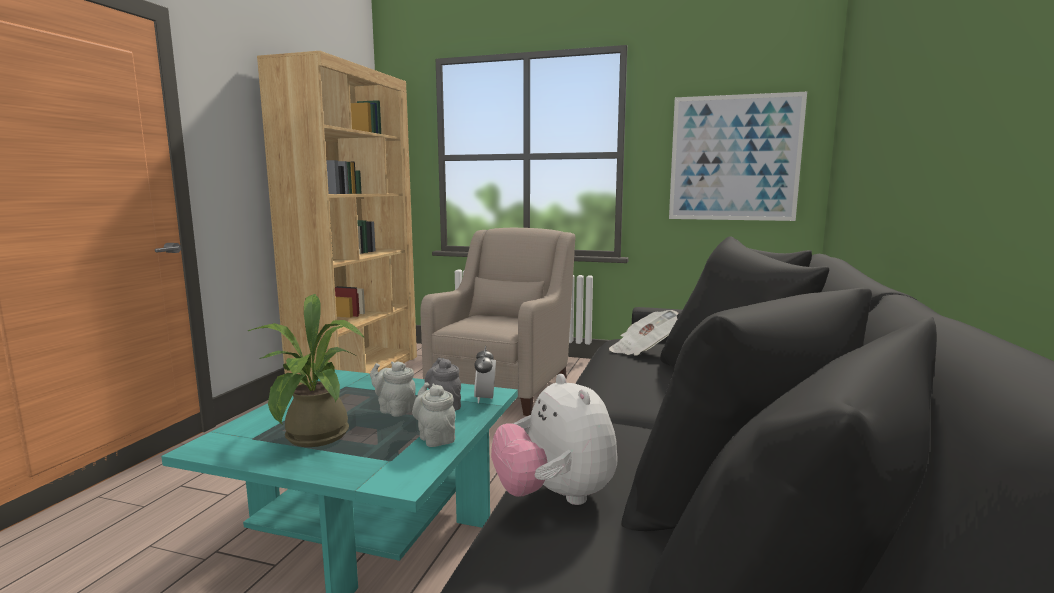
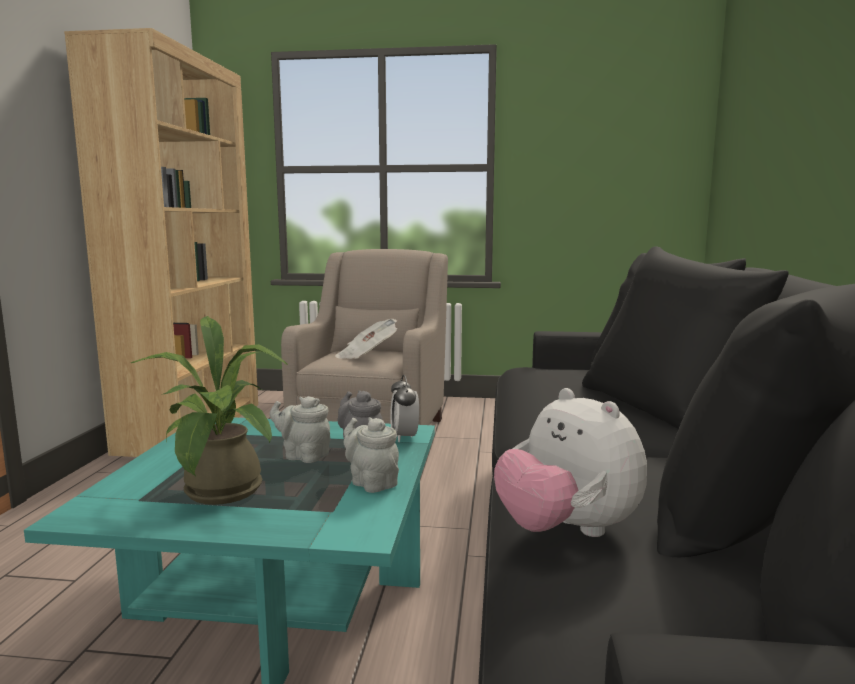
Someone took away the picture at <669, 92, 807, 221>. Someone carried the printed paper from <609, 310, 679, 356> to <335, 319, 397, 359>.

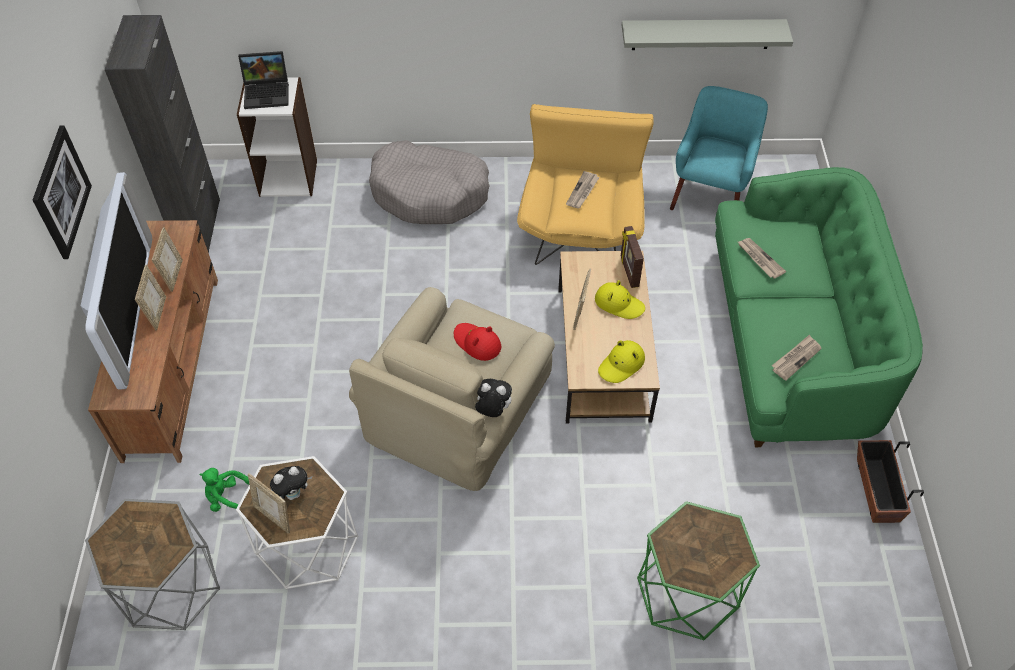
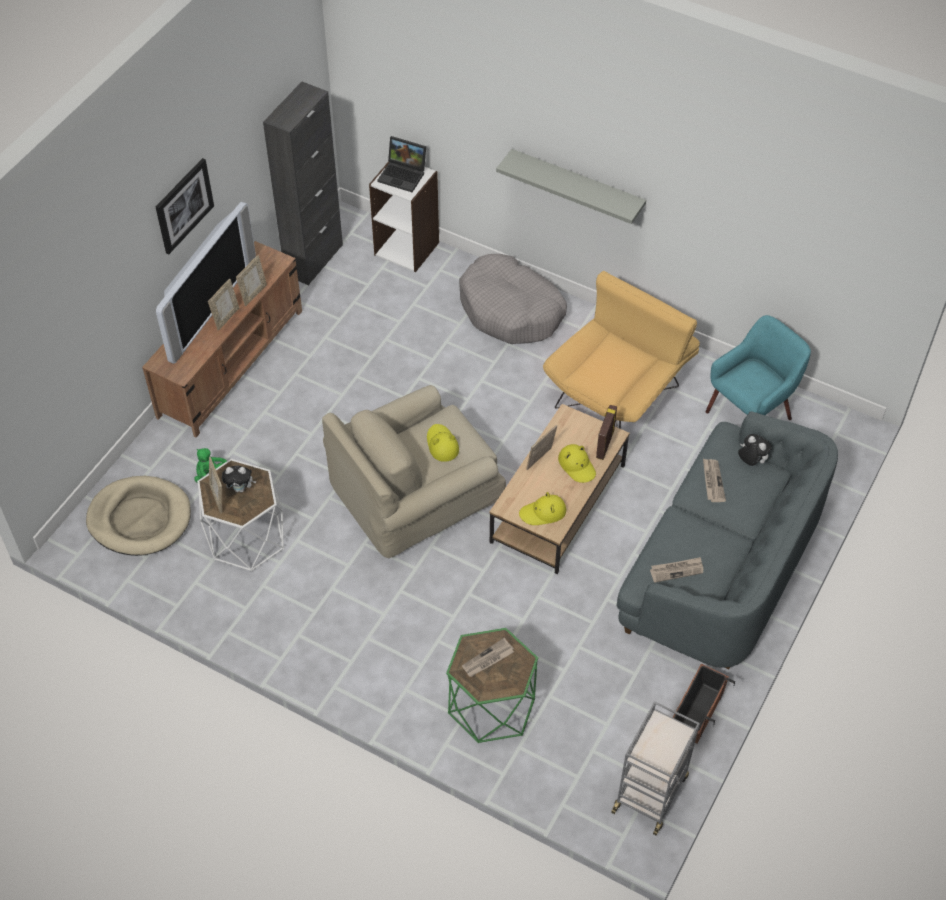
Someone put down the greyish cart at <611, 701, 700, 836>. Someone carried the plush toy from <475, 379, 512, 417> to <738, 434, 772, 466>. Someone carried the printed paper from <566, 171, 599, 209> to <462, 638, 514, 677>. Someone carried the greyish bracket shelf from <622, 19, 793, 50> to <496, 149, 646, 224>. Someone swapped the greyish end table at <85, 499, 220, 630> for the sand-coloured dog cushion at <86, 476, 191, 556>. Someone repainted the red hat at <454, 323, 501, 361>, which became the yellow hat at <427, 424, 459, 462>. Someone repainted the green couch at <715, 167, 923, 447>, which became the greyish couch at <616, 411, 838, 669>.

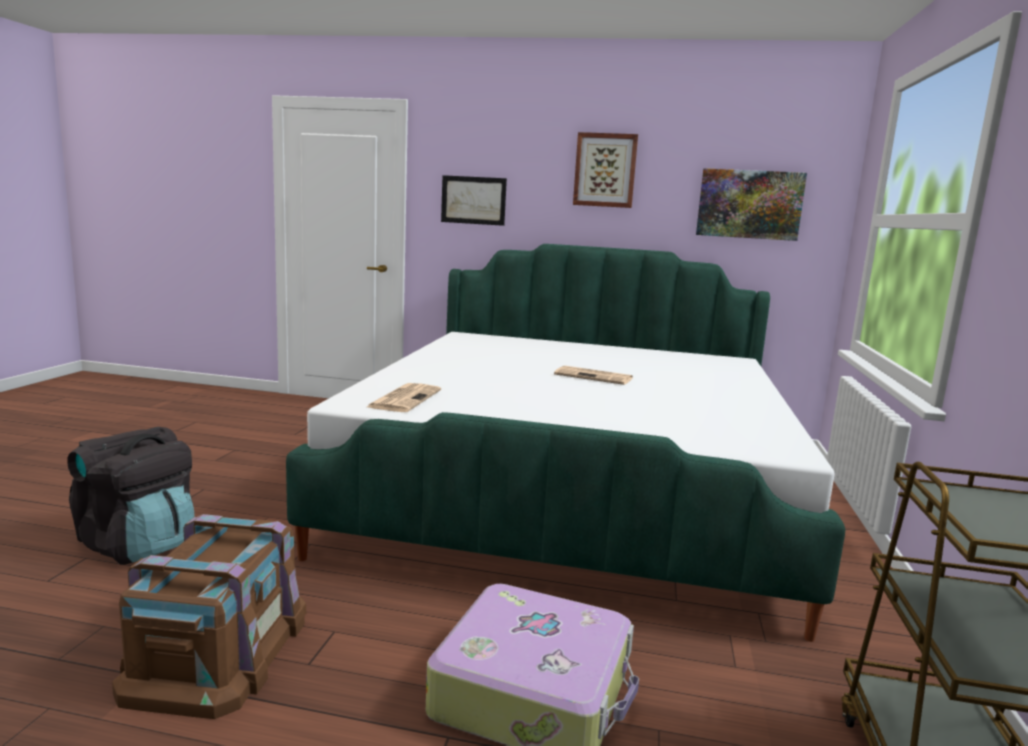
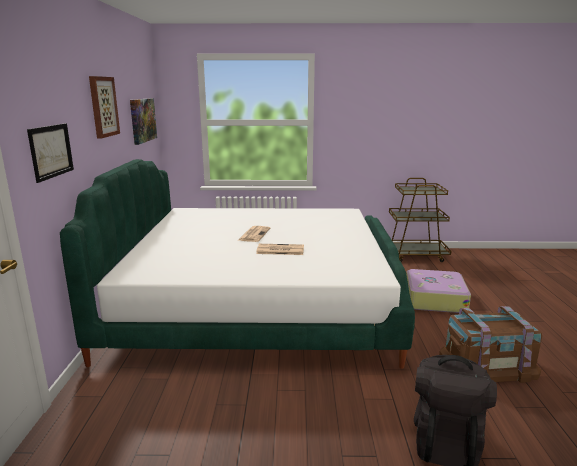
Someone carried the printed paper from <367, 383, 441, 412> to <256, 244, 304, 255>.

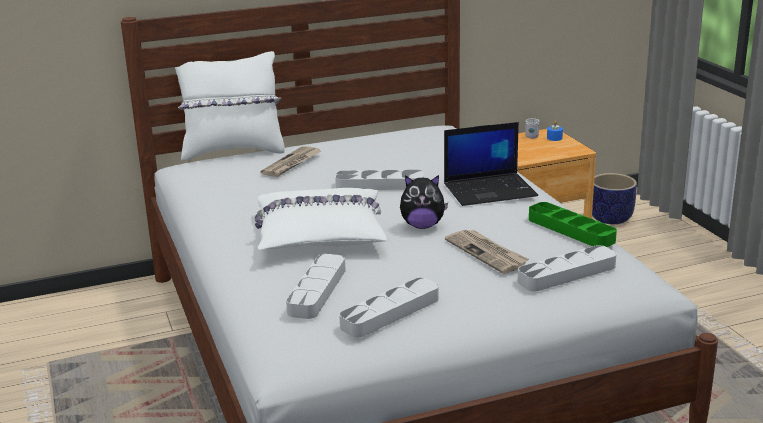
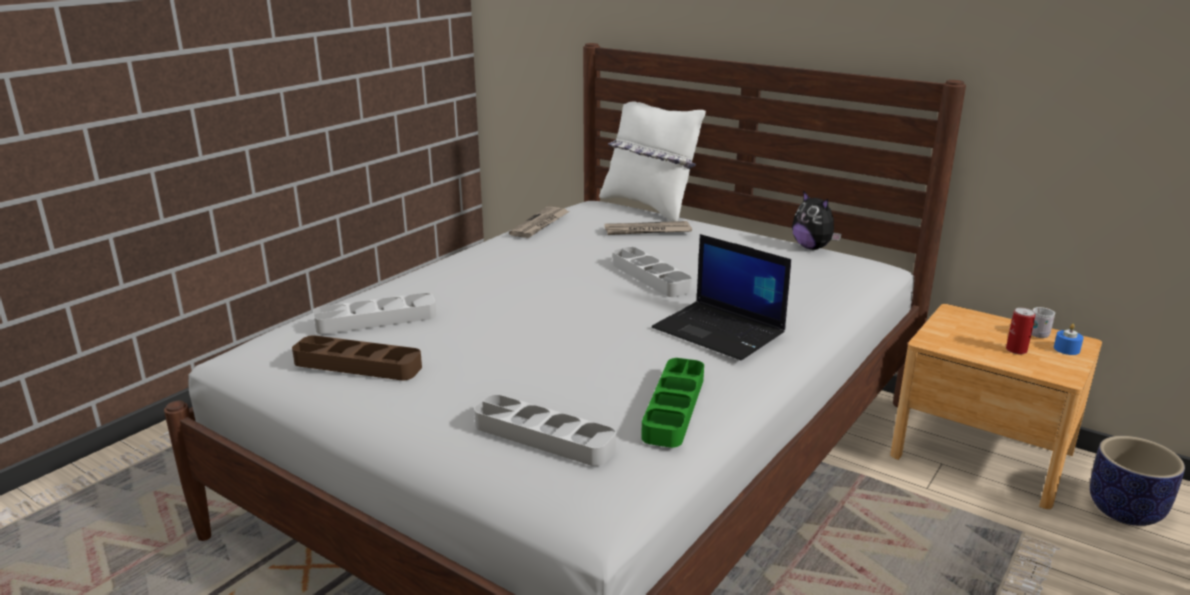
Someone took away the white throw pillow at <255, 188, 387, 250>. Someone put down the sealed can at <1006, 308, 1035, 354>. Someone carried the plush toy from <400, 175, 448, 229> to <792, 190, 842, 250>. Someone carried the printed paper from <445, 230, 529, 274> to <509, 207, 570, 238>. Someone repainted the greyish tray at <339, 278, 438, 338>, which became the brownish tray at <292, 335, 422, 381>.

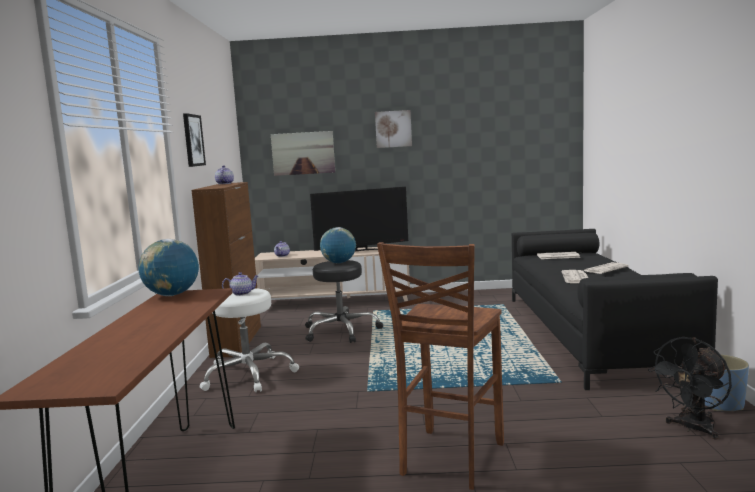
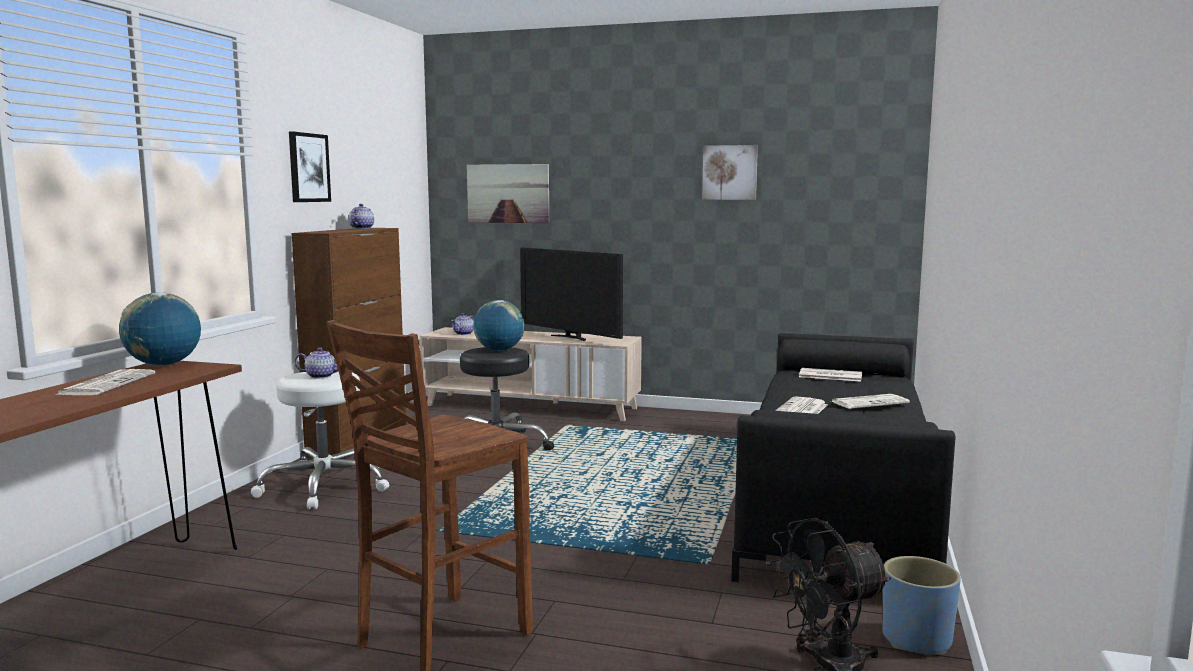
Someone put down the printed paper at <55, 369, 155, 395>. Someone carried the picture from <375, 110, 412, 148> to <702, 145, 758, 200>. Someone rotated the TV at <310, 187, 408, 252> by 45 degrees clockwise.

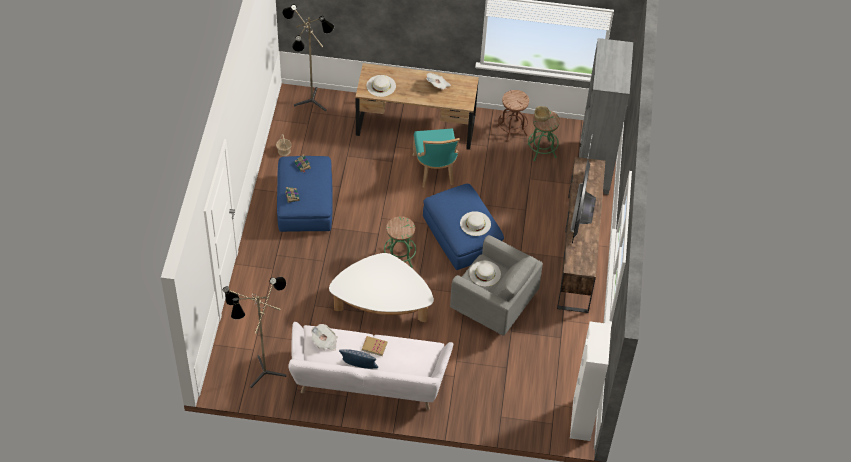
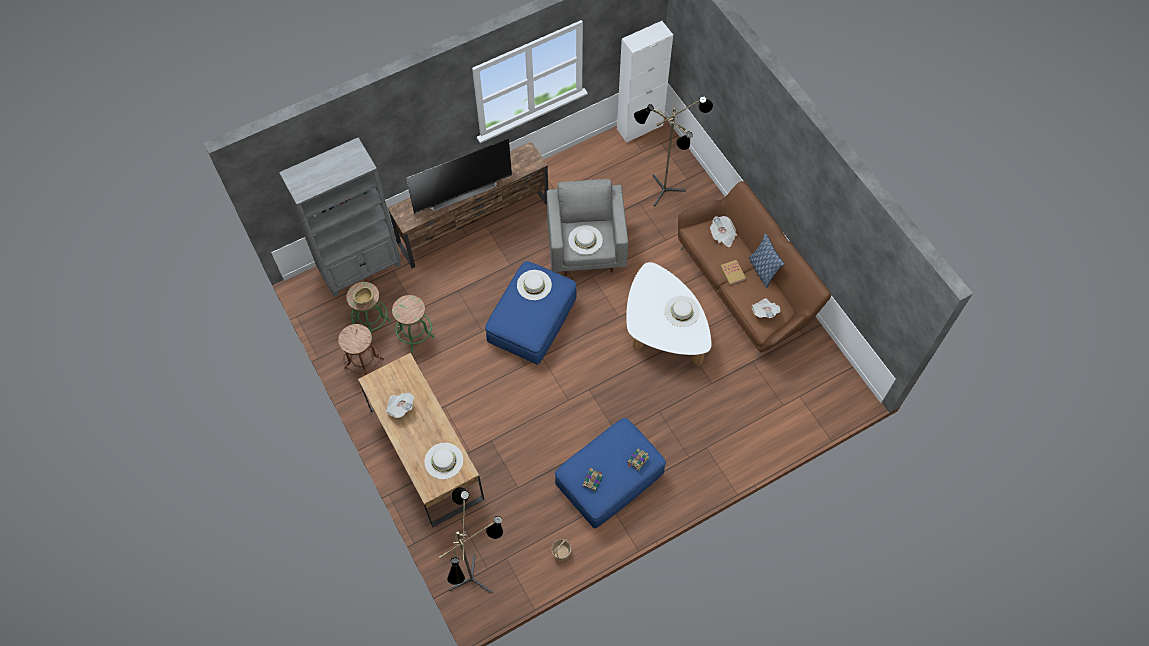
Someone took away the turquoise-coloured chair at <412, 129, 460, 187>. Someone put down the white hat at <664, 296, 700, 327>. Someone put down the printed paper at <710, 216, 737, 247>. Someone carried the standard lamp from <223, 277, 287, 388> to <634, 96, 713, 206>. Someone carried the green stool seat from <384, 216, 416, 268> to <392, 295, 435, 353>. Someone repainted the white couch at <288, 322, 453, 410>, which became the brownish couch at <678, 181, 831, 357>.

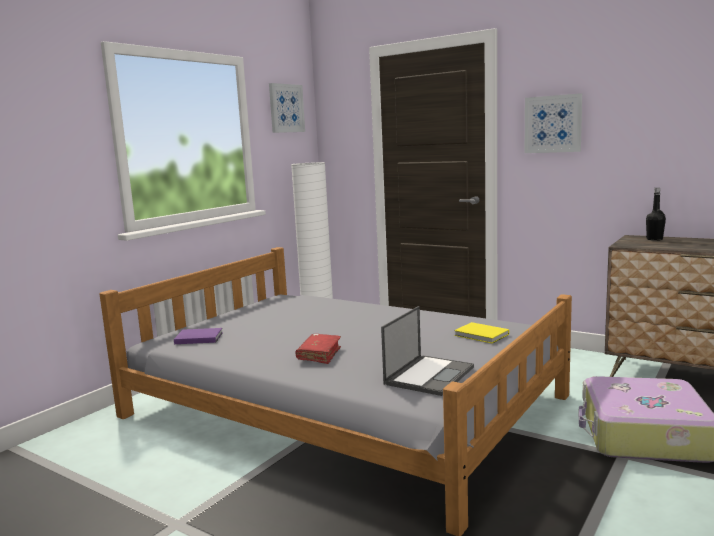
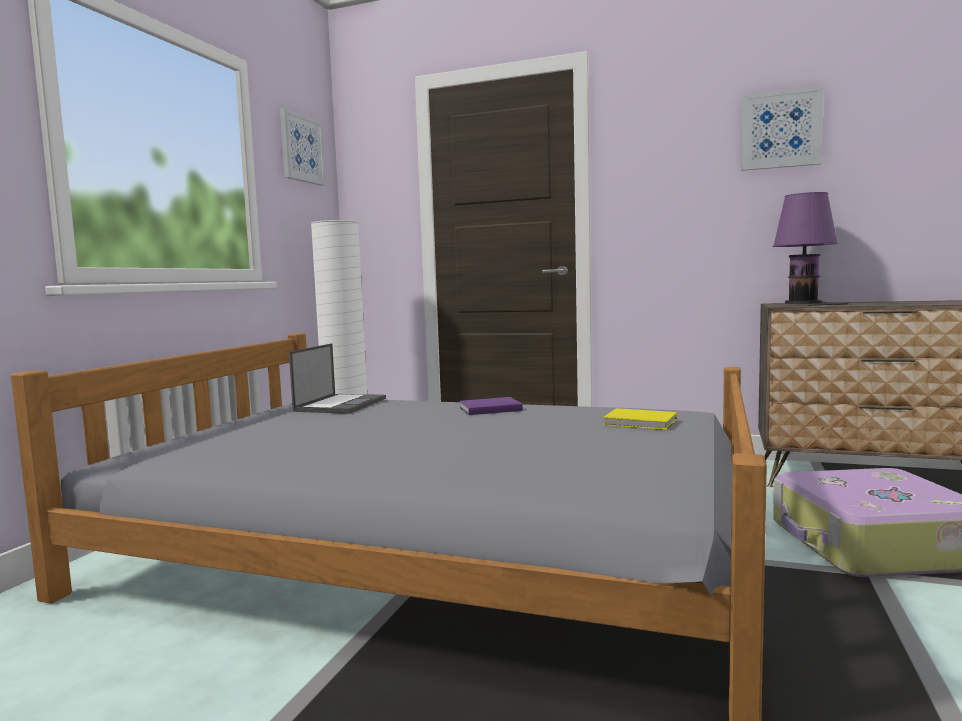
Someone took away the red bound book at <295, 334, 341, 364>. Someone carried the purple bound book from <174, 328, 223, 344> to <459, 397, 523, 415>. Someone carried the notebook computer from <381, 306, 474, 396> to <289, 343, 386, 414>. Someone carried the picture from <525, 93, 582, 153> to <741, 85, 824, 171>. Someone swapped the black bottle at <646, 188, 666, 241> for the purple tabletop lamp at <773, 192, 849, 306>.

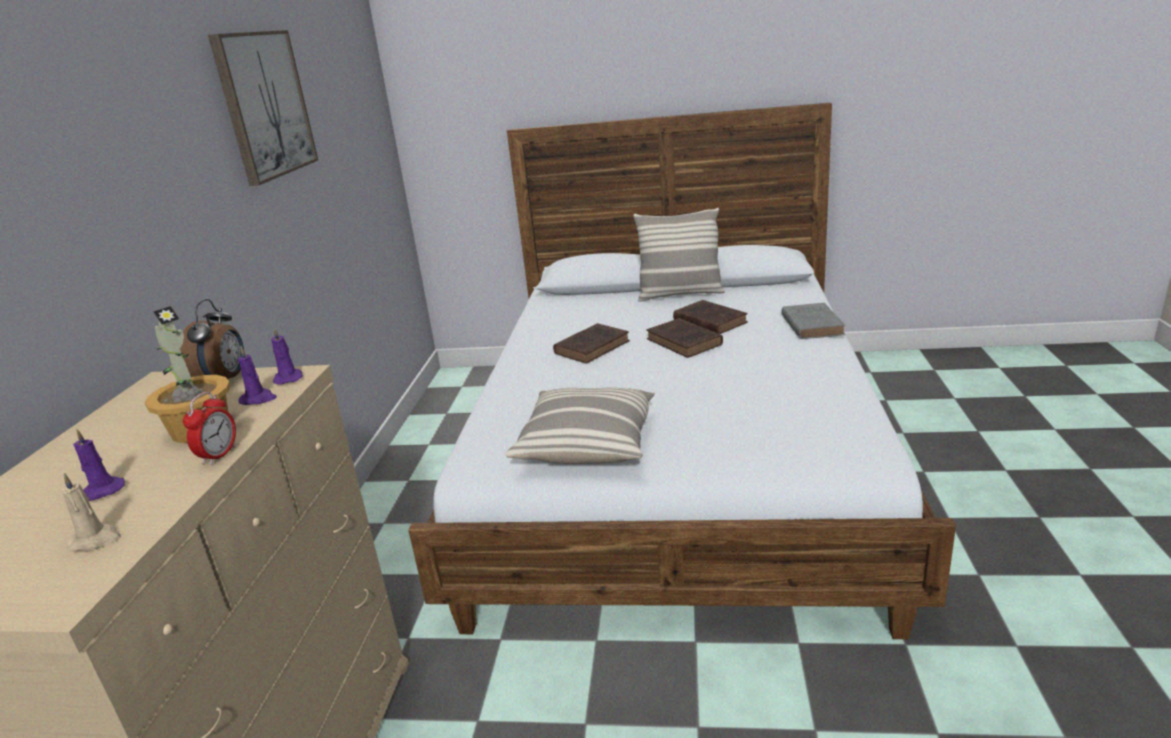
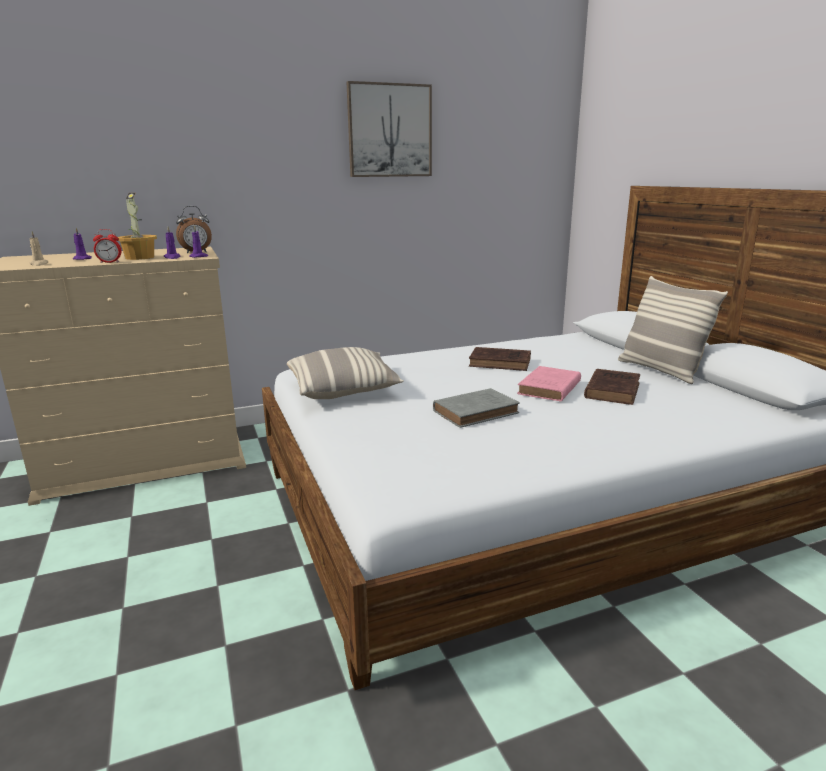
Someone carried the greyish bound book from <782, 303, 846, 339> to <433, 388, 520, 428>. Someone repainted the brownish bound book at <646, 318, 723, 358>, which became the pink bound book at <517, 366, 581, 402>.

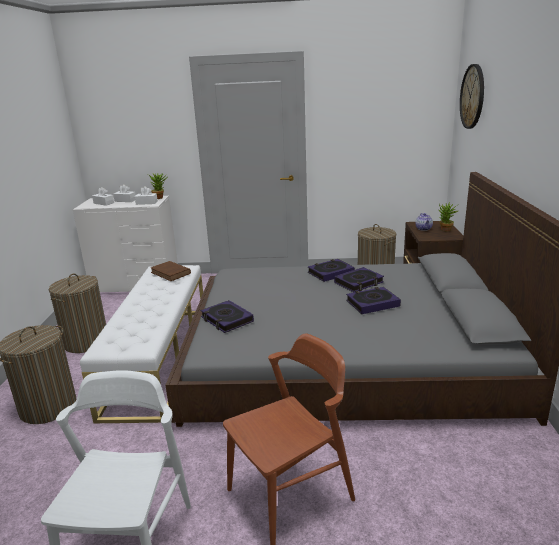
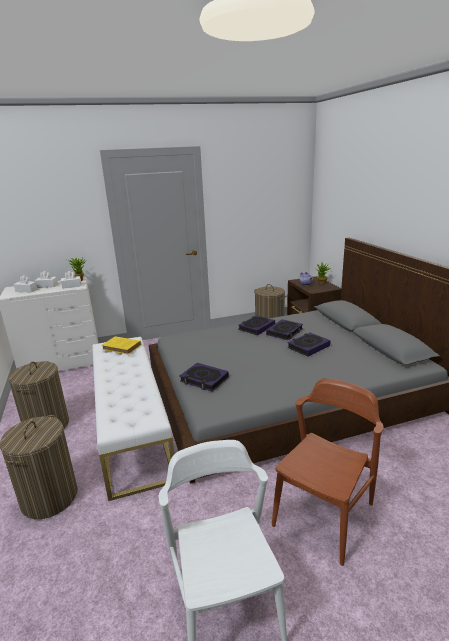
Someone took away the clock on the wall at <460, 64, 484, 129>. Someone repainted the brownish bound book at <151, 261, 191, 281>, which became the yellow bound book at <102, 336, 141, 354>.

